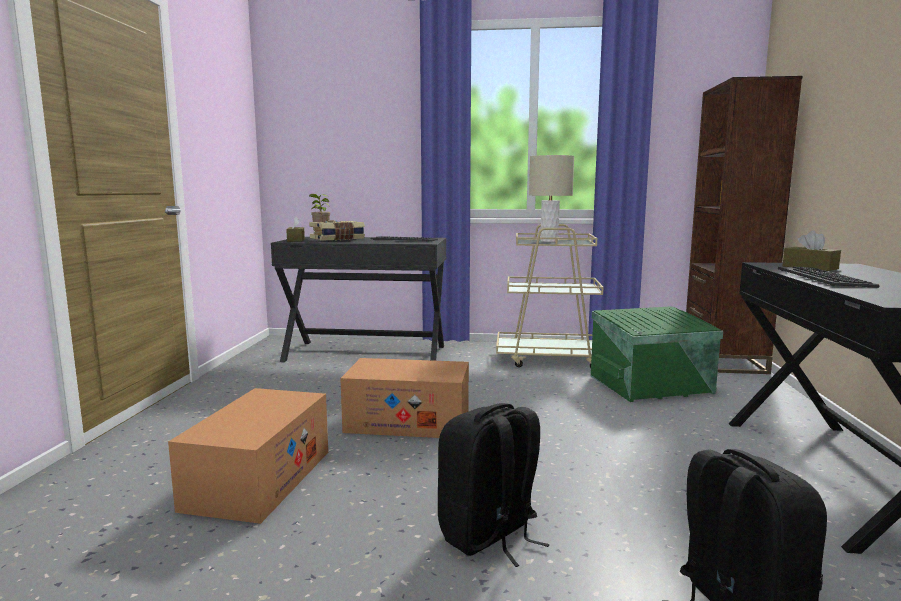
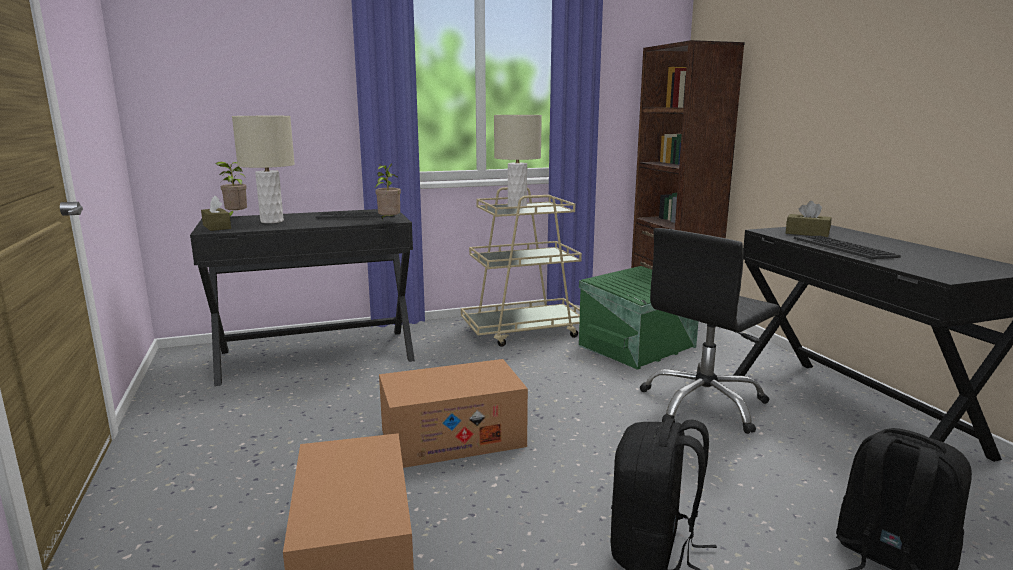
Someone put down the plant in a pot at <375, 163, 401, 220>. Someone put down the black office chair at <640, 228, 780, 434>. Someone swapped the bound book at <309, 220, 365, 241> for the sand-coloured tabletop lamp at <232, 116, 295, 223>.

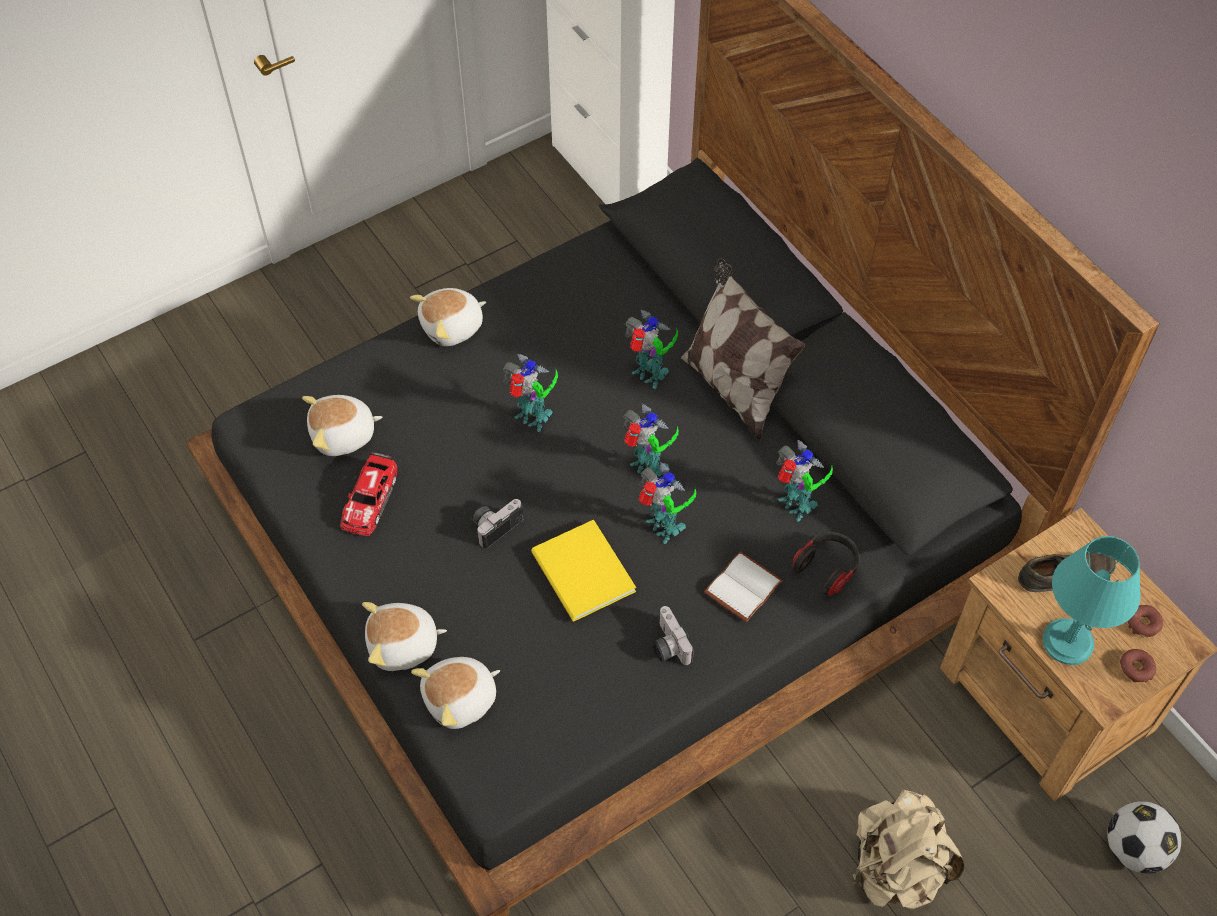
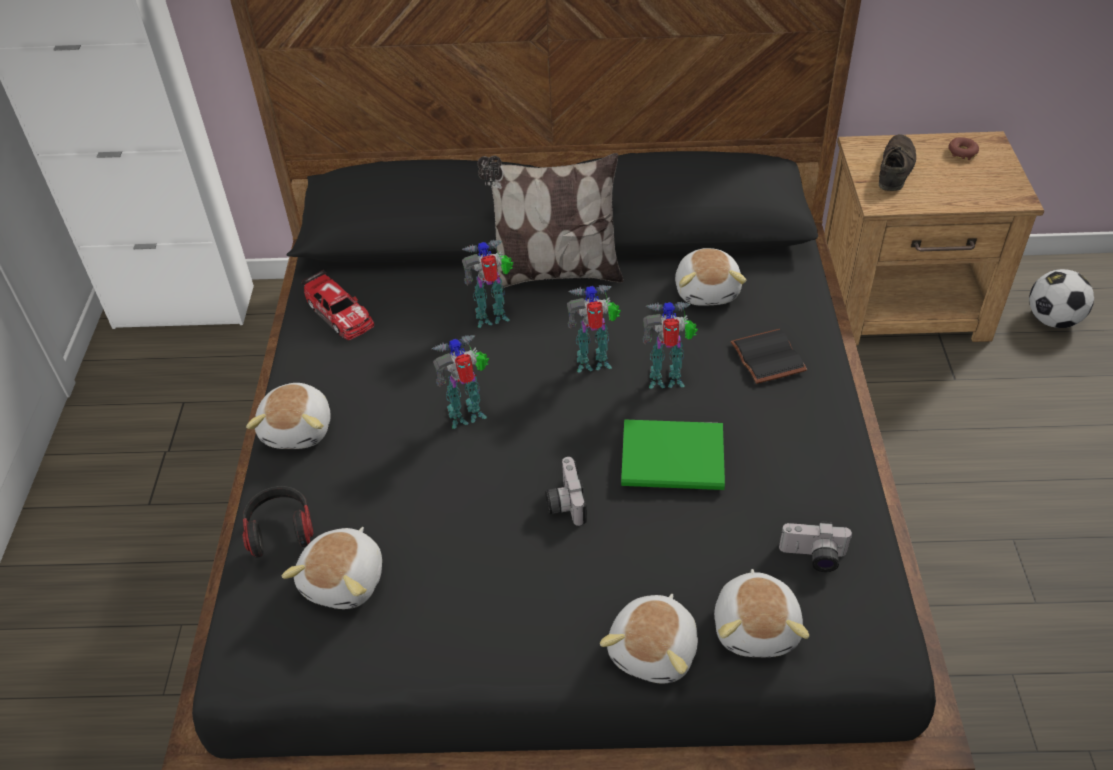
Someone took away the sand-coloured rucksack at <853, 790, 965, 909>. Someone took away the turquoise-coloured tabletop lamp at <1043, 536, 1141, 665>. Someone took away the donut at <1120, 649, 1156, 682>. Someone carried the model car from <340, 450, 398, 536> to <302, 269, 374, 340>. Someone carried the still camera from <653, 606, 694, 665> to <779, 521, 853, 572>. Someone carried the pair of headphones from <792, 532, 860, 596> to <243, 486, 313, 558>. Someone swapped the model robot at <777, 440, 833, 521> for the plush toy at <675, 248, 747, 306>. Someone repainted the yellow bound book at <531, 520, 636, 621>, which became the green bound book at <621, 419, 725, 490>. Someone repainted the white bound book at <704, 551, 783, 622>, which became the black bound book at <730, 329, 807, 384>.

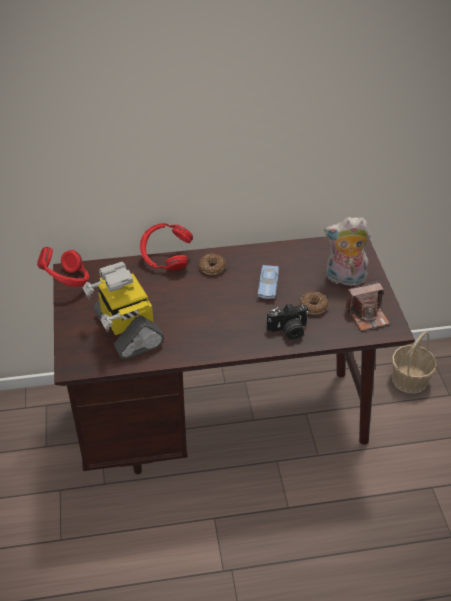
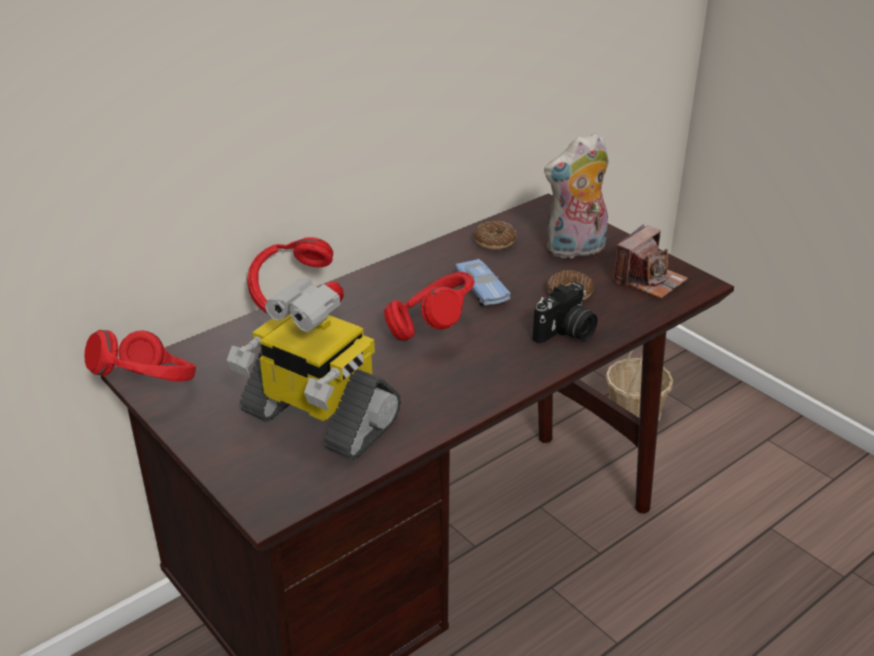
Someone put down the red pair of headphones at <384, 272, 474, 341>. Someone carried the donut from <199, 254, 226, 275> to <474, 221, 516, 250>.

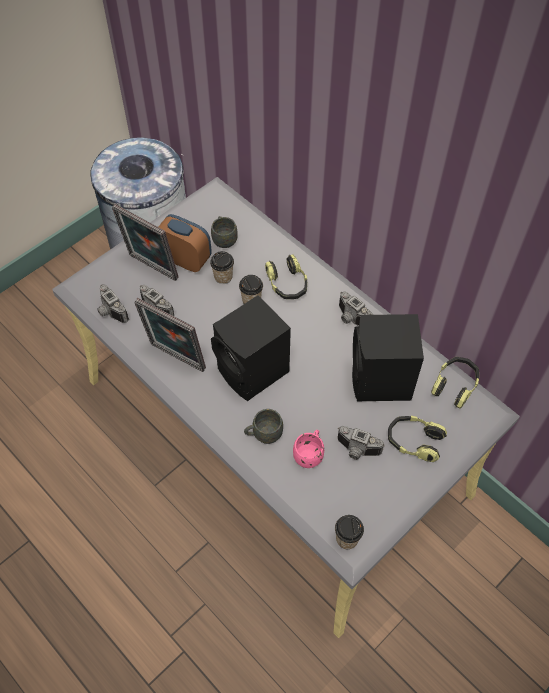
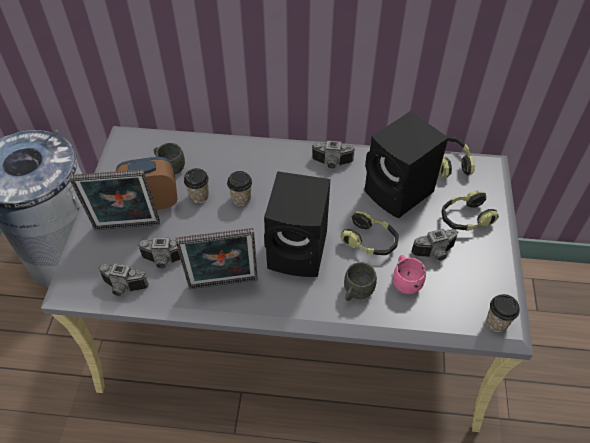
Someone carried the pair of headphones from <265, 254, 307, 299> to <340, 211, 399, 255>.

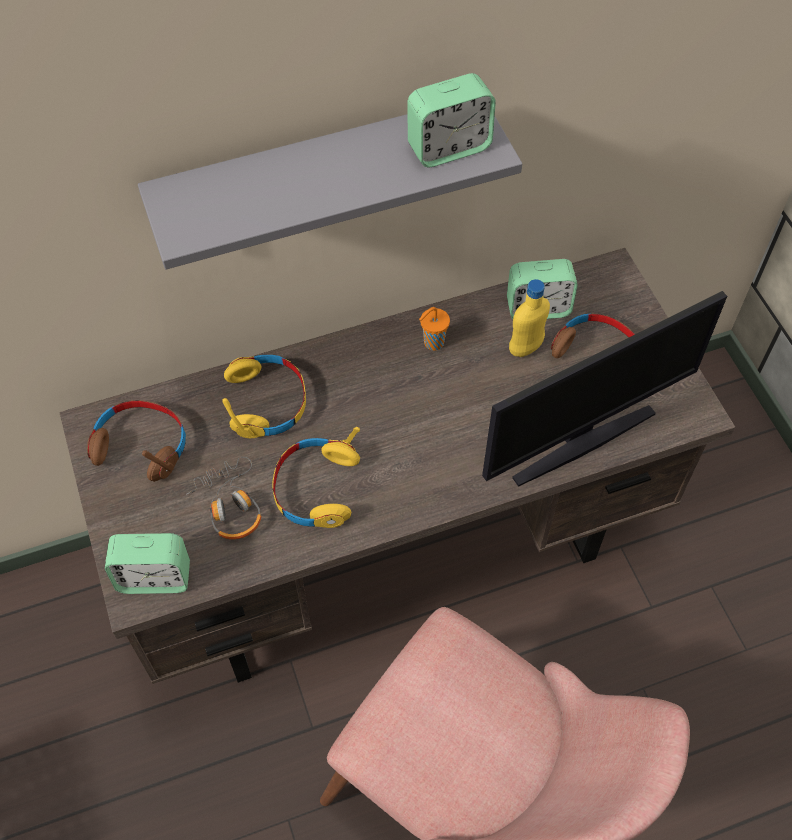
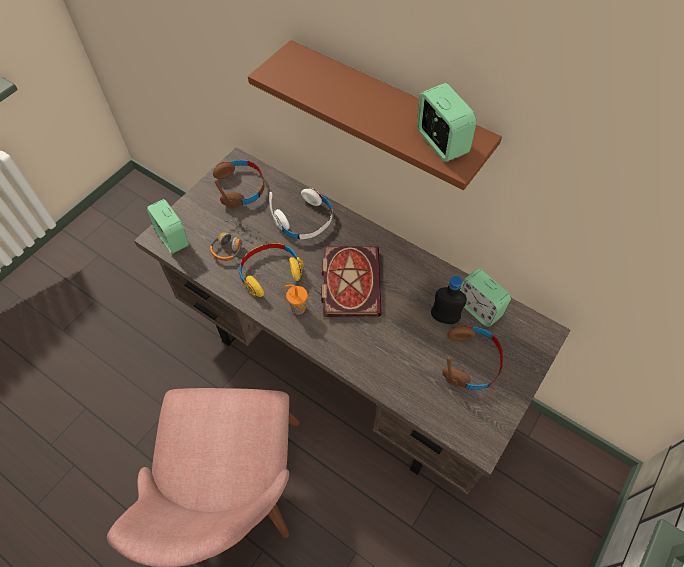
Someone took away the computer screen at <482, 291, 727, 487>. Someone put down the bound book at <321, 246, 381, 317>. Someone carried the orange small cup from <419, 307, 450, 350> to <285, 284, 308, 315>. Someone repainted the greyish bracket shelf at <138, 114, 522, 269>, which became the brownish bracket shelf at <248, 40, 502, 190>. Someone repainted the yellow pair of headphones at <222, 355, 306, 438>, which became the white pair of headphones at <269, 188, 332, 239>. Someone repainted the yellow bottle at <509, 279, 550, 357>, which became the black bottle at <431, 276, 467, 324>. Someone rotated the bedside clock at <407, 73, 496, 167> by 150 degrees counterclockwise.

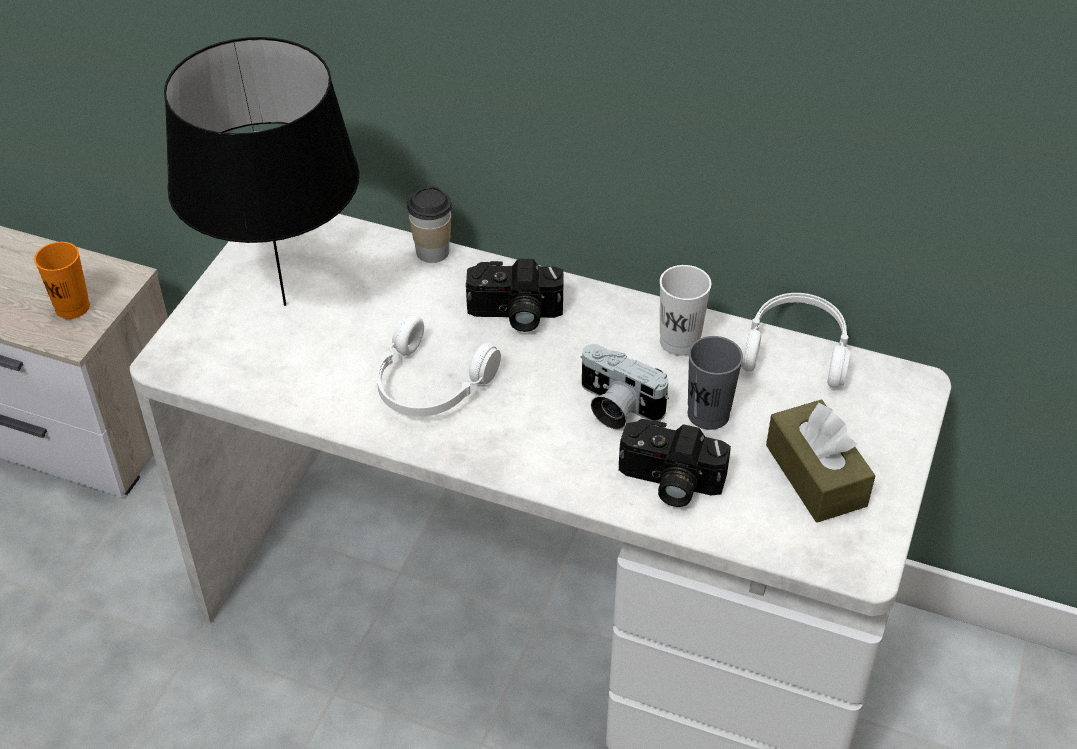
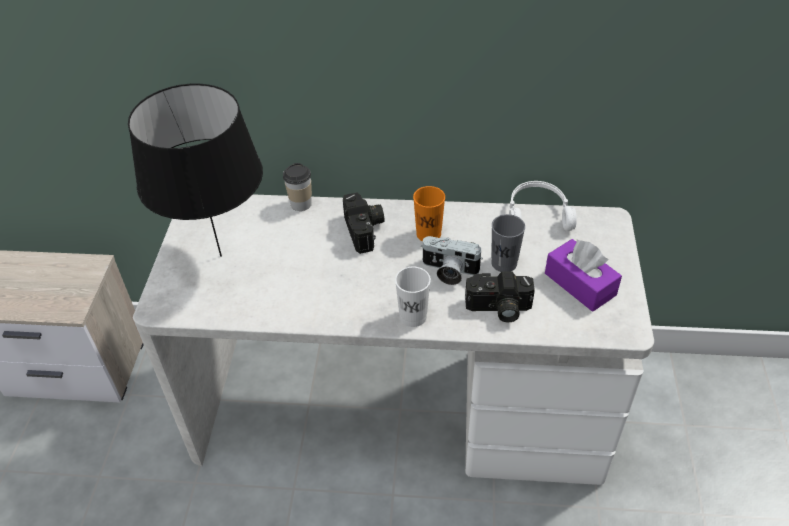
Someone took away the white pair of headphones at <377, 315, 501, 417>. Someone carried the orange small cup from <34, 242, 90, 319> to <413, 186, 445, 241>. Someone carried the white small cup from <660, 265, 711, 356> to <395, 267, 431, 327>. Someone repainted the brownish tissue holder at <766, 400, 875, 523>, which became the purple tissue holder at <545, 239, 622, 312>. Someone rotated the still camera at <466, 259, 564, 332> by 90 degrees counterclockwise.

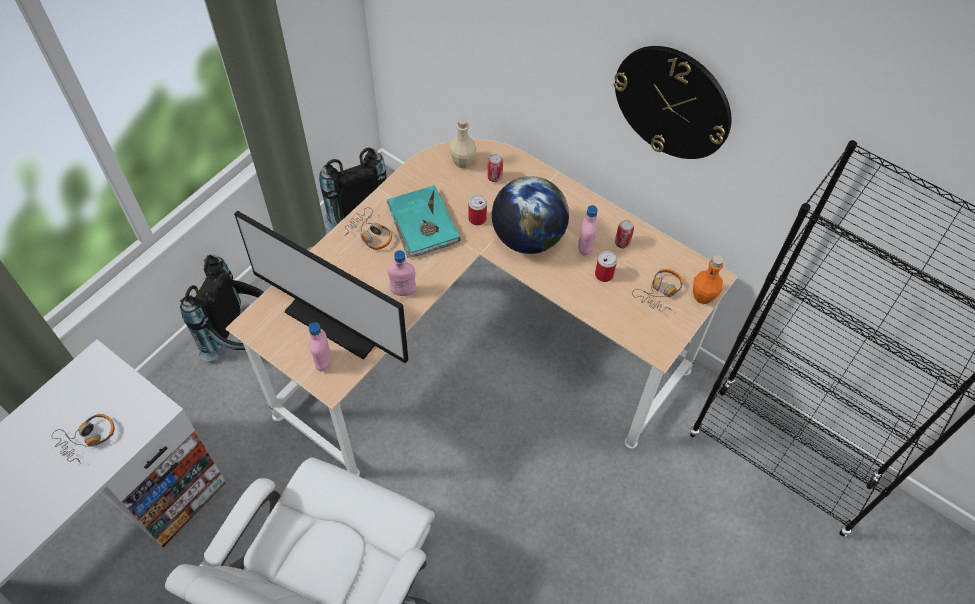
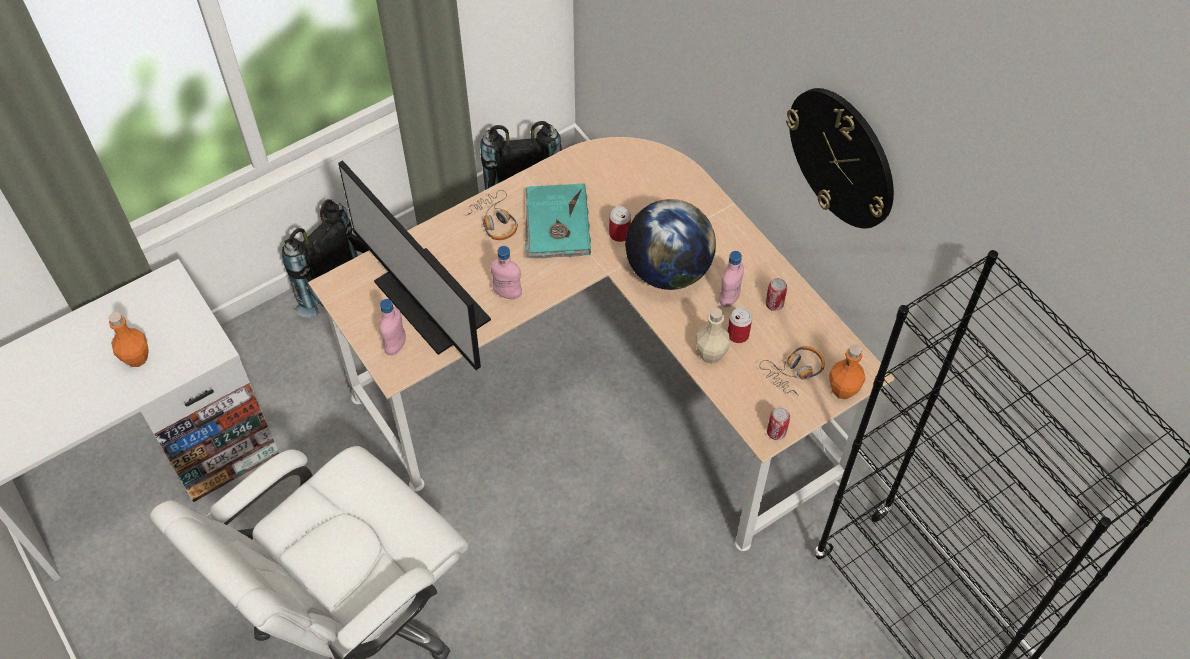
Someone carried the sand-coloured bottle from <449, 117, 477, 168> to <696, 308, 730, 364>. Someone carried the sealed can from <488, 154, 503, 182> to <767, 407, 790, 440>. Someone swapped the pair of headphones at <52, 414, 114, 464> for the orange bottle at <108, 312, 149, 367>.

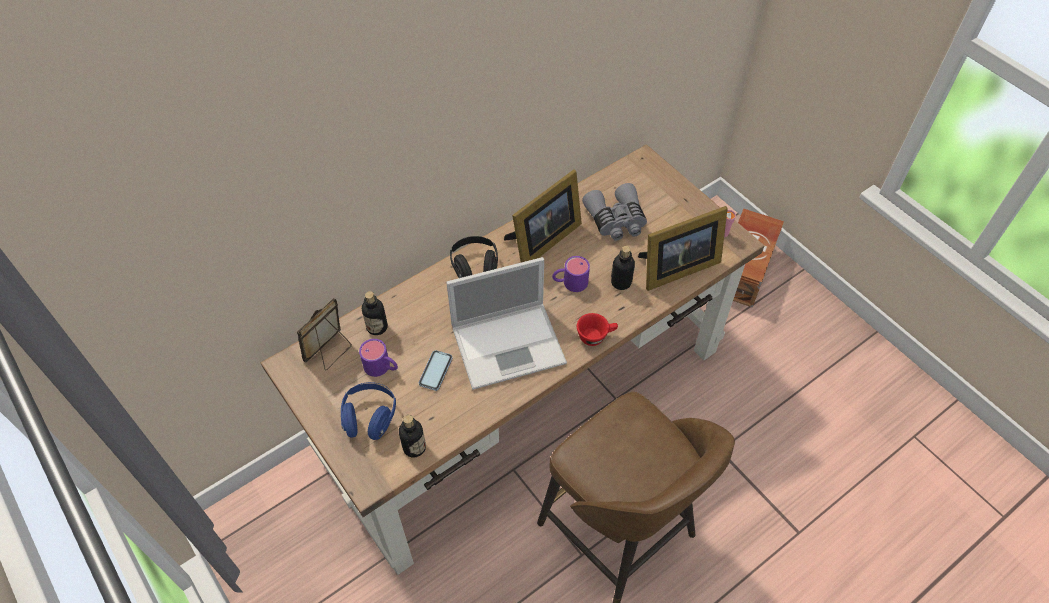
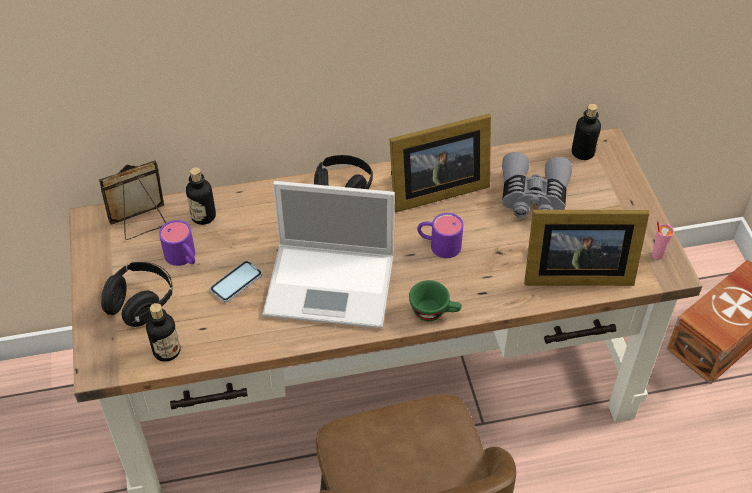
Someone carried the bottle from <611, 246, 635, 290> to <572, 104, 601, 160>. Someone repainted the blue-coloured pair of headphones at <341, 382, 396, 440>, which became the black pair of headphones at <101, 262, 173, 327>. Someone repainted the red small cup at <577, 313, 618, 346>, which became the green small cup at <409, 280, 462, 321>.

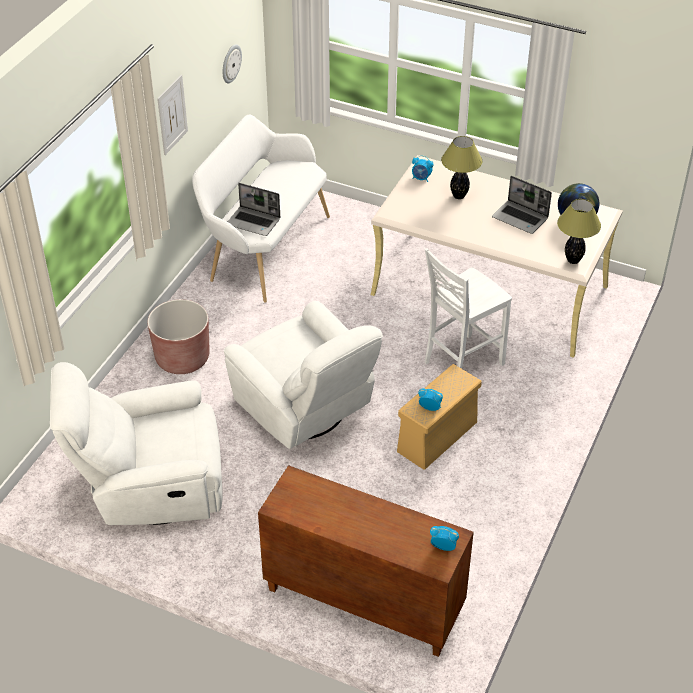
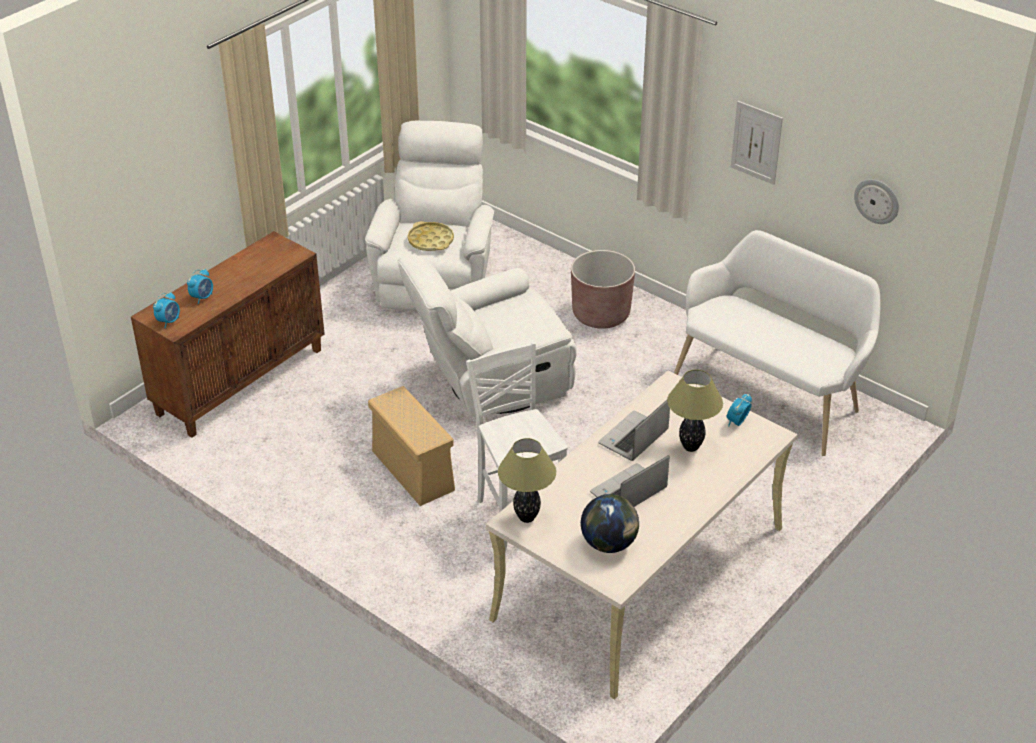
Someone put down the yellow tray at <408, 221, 454, 251>. Someone carried the notebook computer from <228, 183, 280, 236> to <598, 400, 670, 461>. Someone carried the bedside clock from <418, 388, 443, 411> to <187, 269, 213, 304>.

